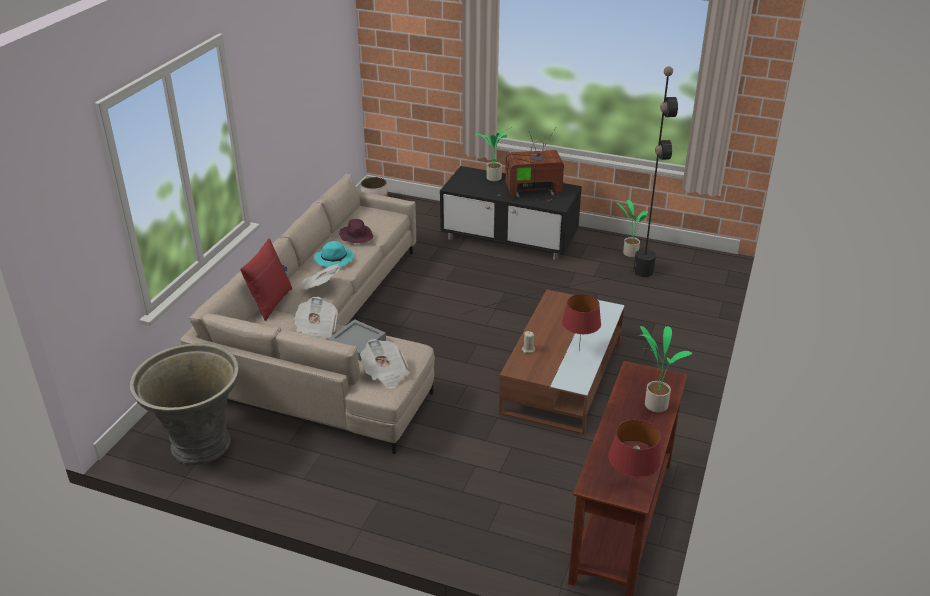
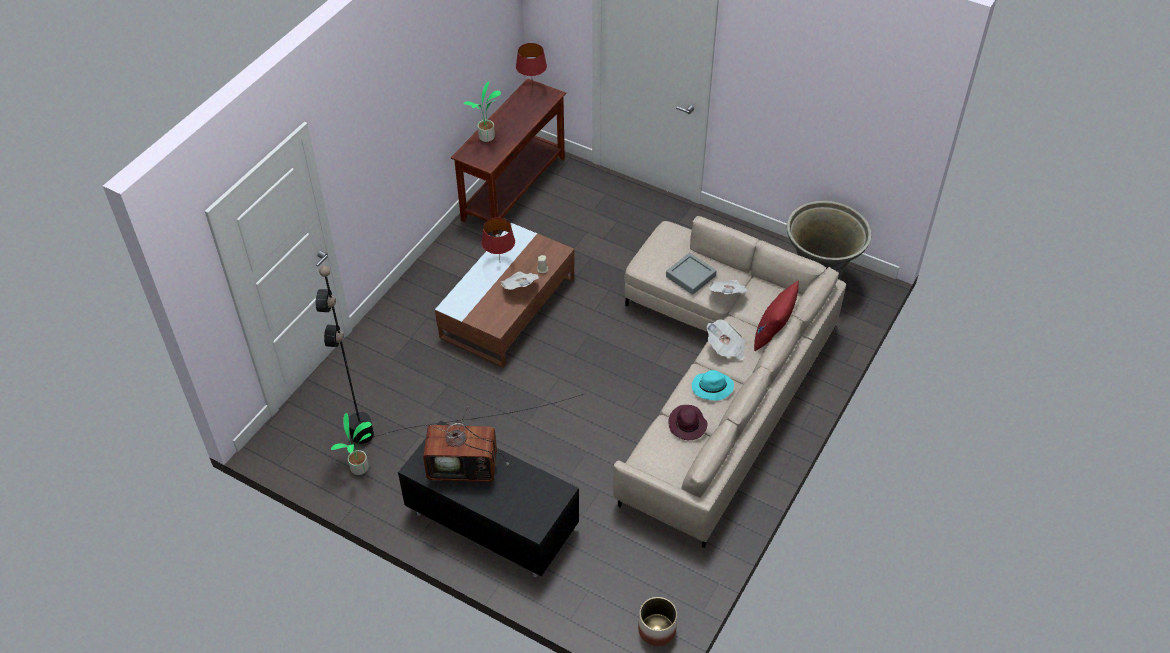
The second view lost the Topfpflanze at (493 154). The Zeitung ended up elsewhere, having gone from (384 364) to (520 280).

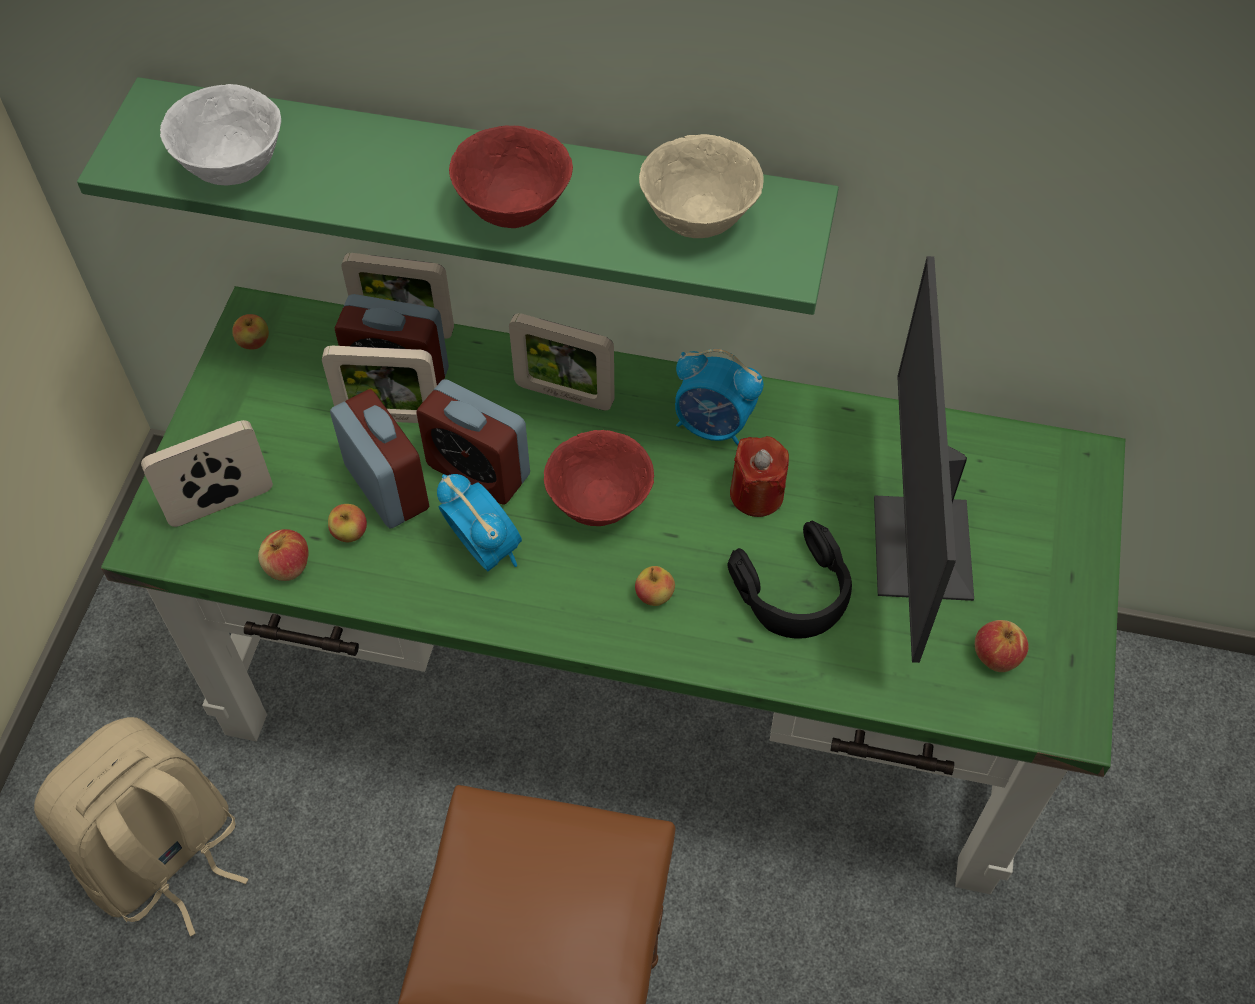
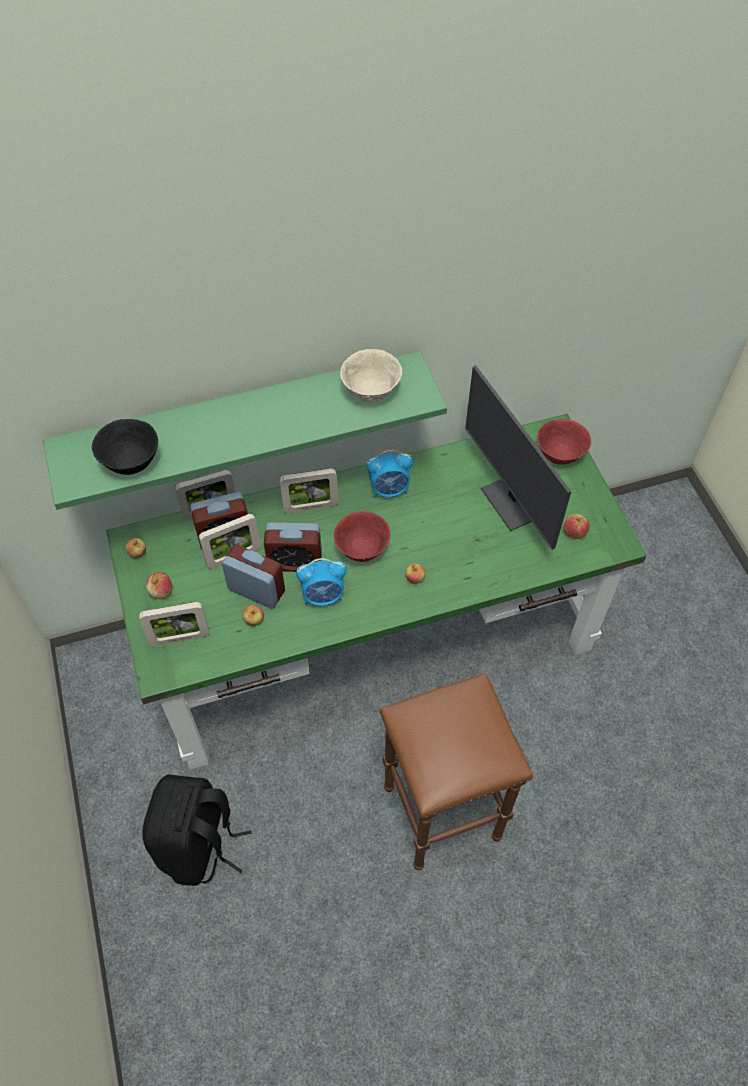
What was the Schüssel (weiß) at (220 134) turned into the Schüssel (schwarz) at (125 447). The Schüssel (rot) ended up elsewhere, having gone from (511 177) to (564 442). The Bilderrahmen at (207 473) ended up facing another way, 135 degrees counterclockwise from before. The second view lost the Kerze (rot) at (759 476). The Wecker at (479 522) ended up facing another way, 150 degrees clockwise from before. The second view lost the Kopfhörer (schwarz) at (789 580). The Apfel ended up elsewhere, having gone from (283 555) to (159 585). What was the Rucksack (beige) at (141 827) turned into the Rucksack (schwarz) at (197 830).

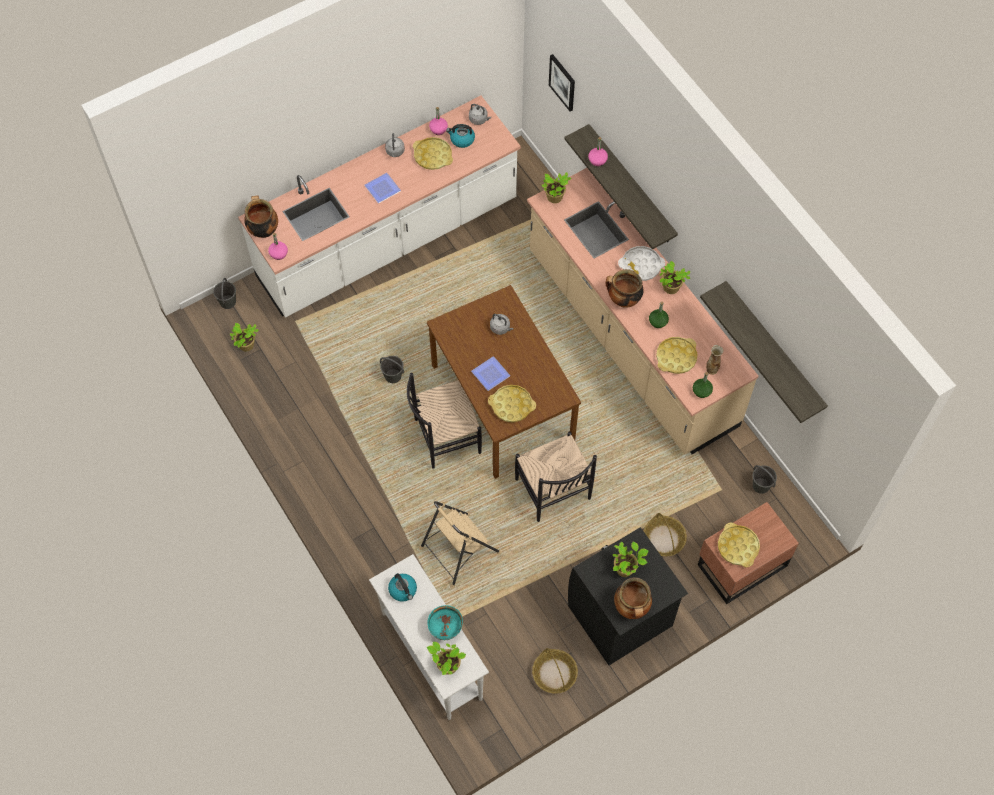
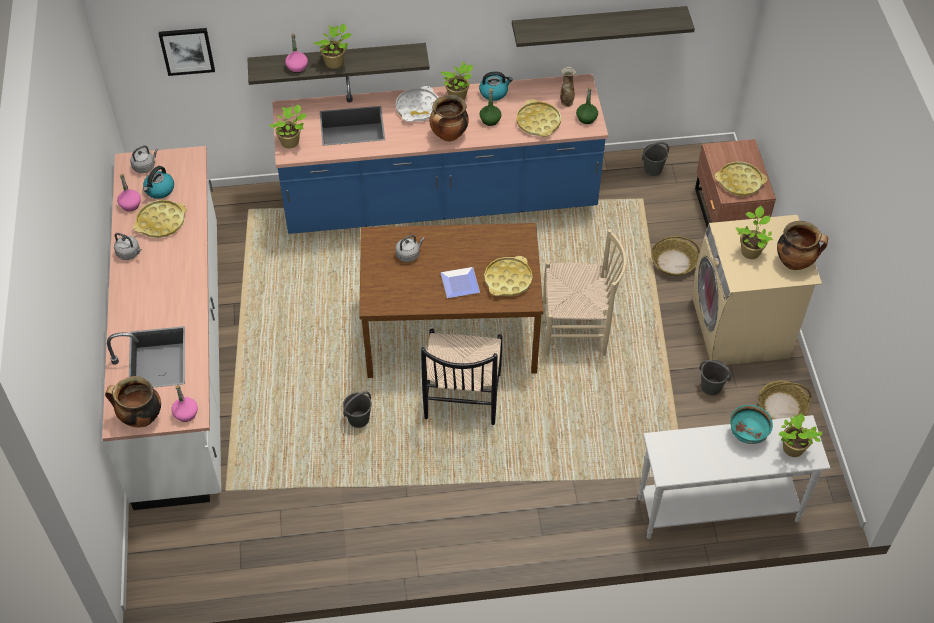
What was the Küchenzeile (beige) at (643 311) turned into the Küchenzeile (blau) at (440 154). The second view lost the Teller at (382 188). The Eimer (grau) ended up elsewhere, having gone from (224 293) to (715 377). The Topfpflanze ended up elsewhere, having gone from (244 337) to (332 46). What was the Stuhl (schwarz) at (556 477) turned into the Stuhl (beige) at (584 292). The second view lost the Trittleiter (beige) at (460 545). What was the Waschmaschine (schwarz) at (628 596) turned into the Waschmaschine (beige) at (757 290). The Wasserkessel ended up elsewhere, having gone from (402 587) to (496 86).

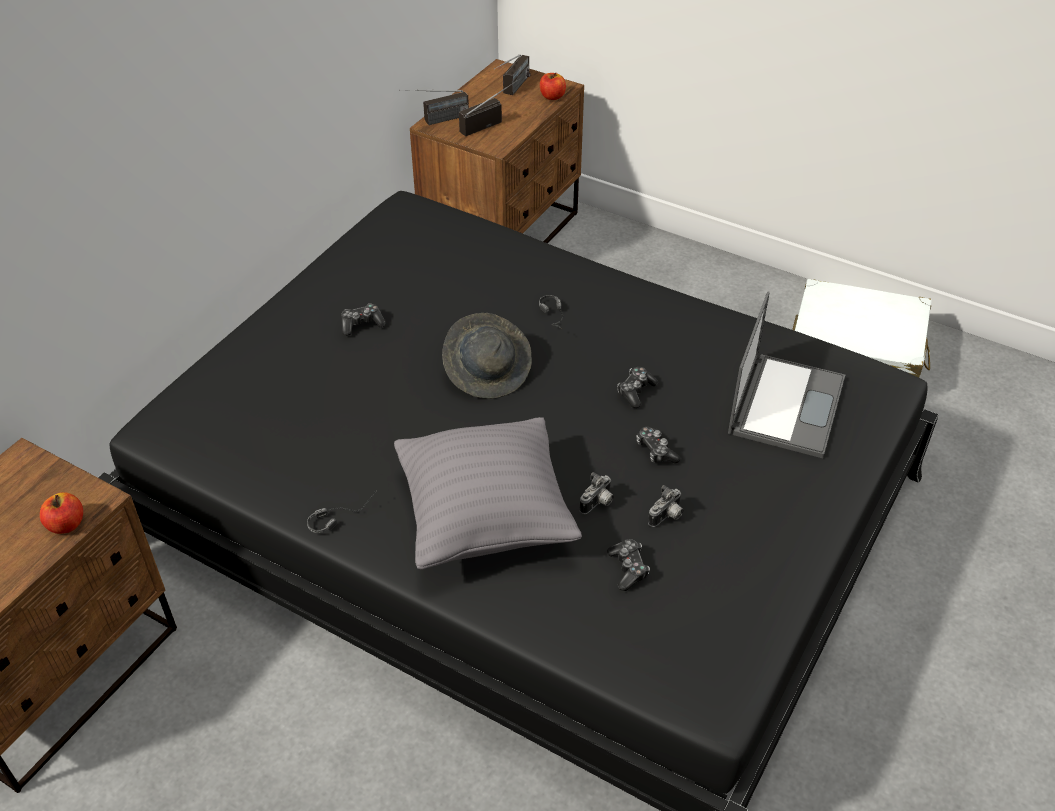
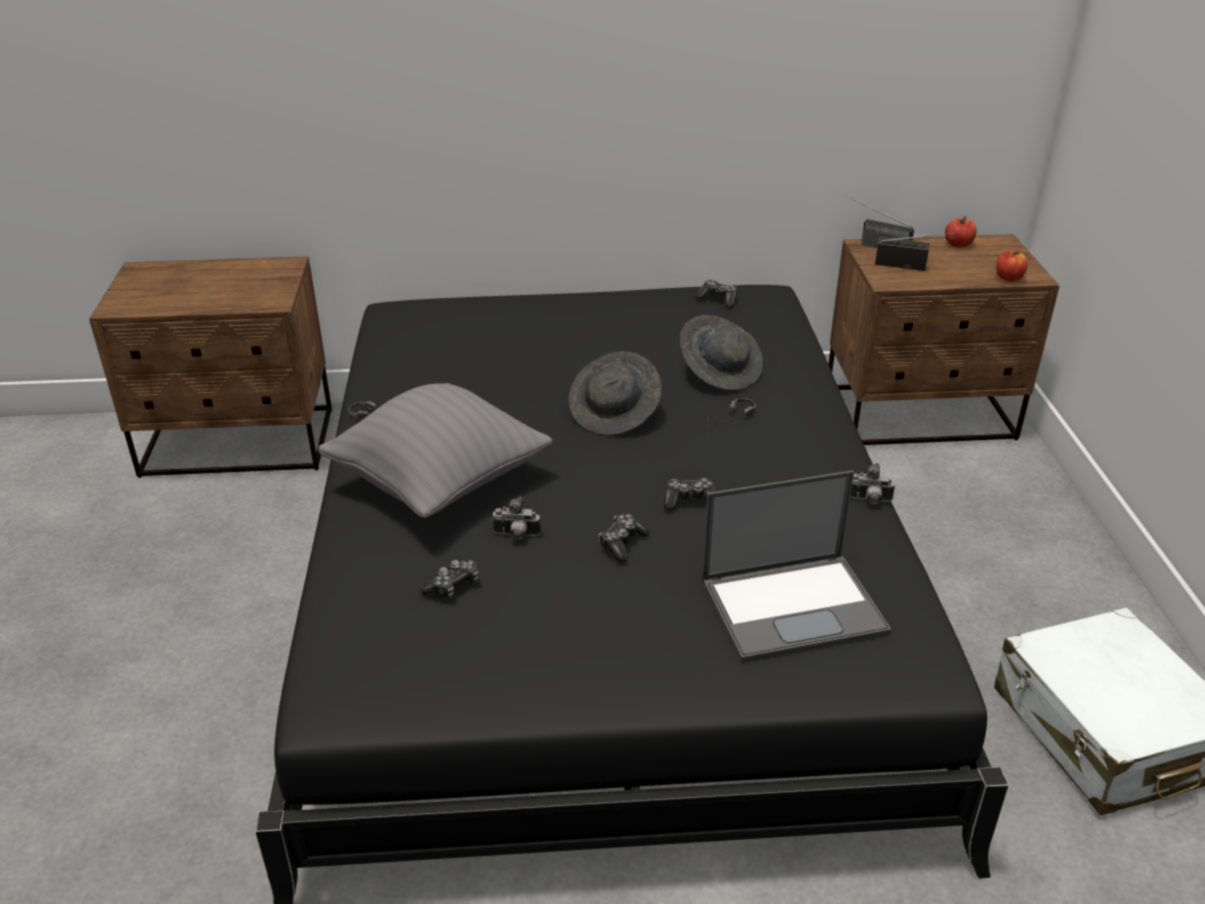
The second view lost the Radio at (512 74). The Gamepad ended up elsewhere, having gone from (363 319) to (716 294). The Kamera ended up elsewhere, having gone from (666 506) to (872 483). The Apfel ended up elsewhere, having gone from (61 513) to (961 232). The second view gained the Hut (grau) at (721 352).

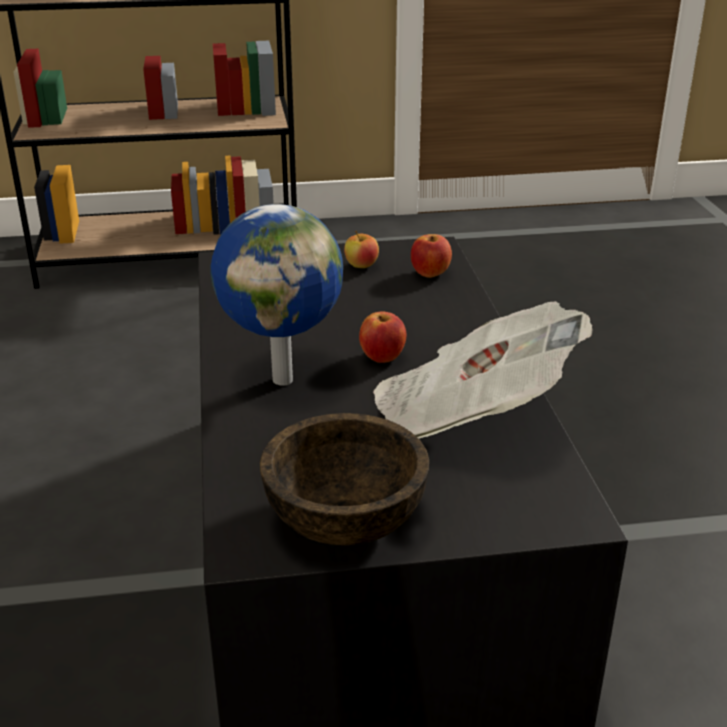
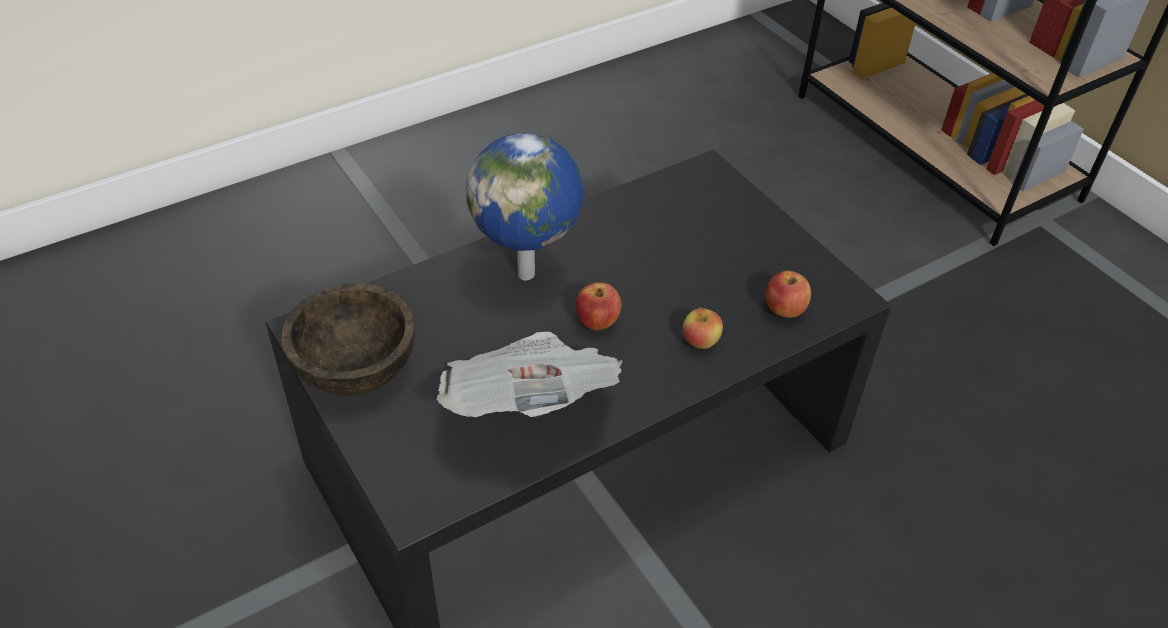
The Apfel ended up elsewhere, having gone from (361 249) to (703 328).

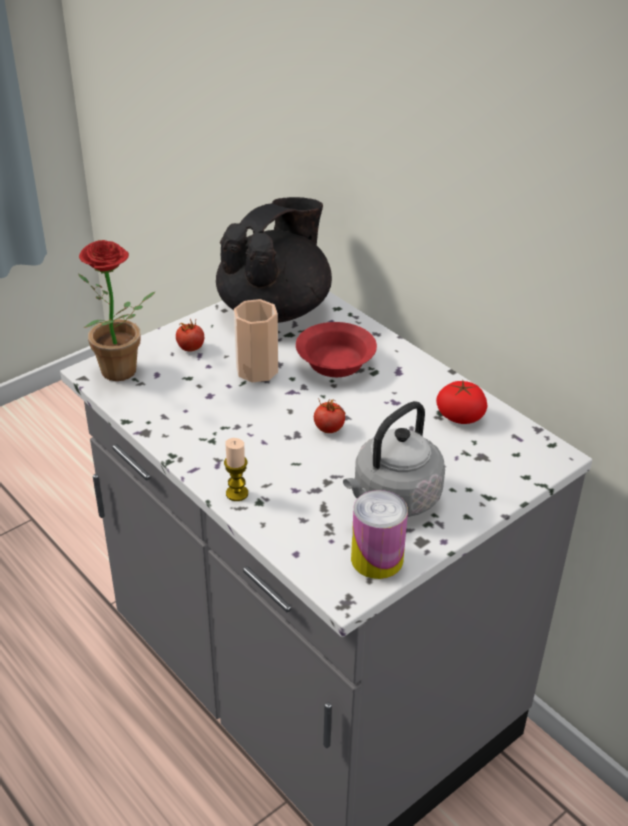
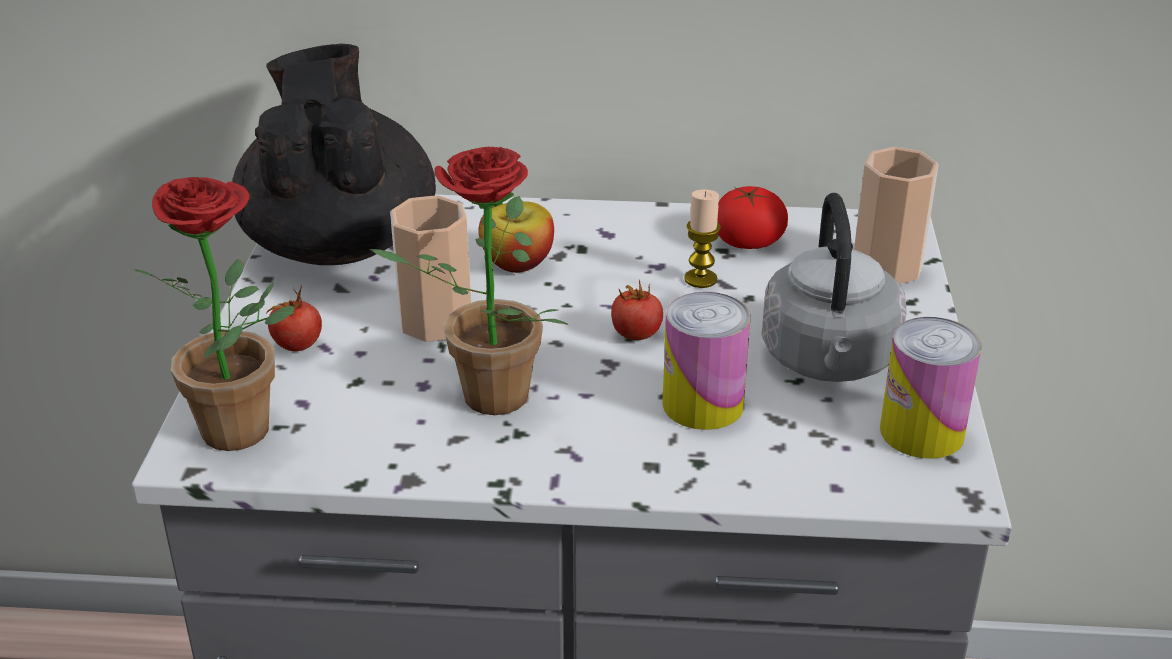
Where the Schüssel (rot) stood at (336 349), the Apfel came to stand at (516 237). The Kerze ended up elsewhere, having gone from (236 469) to (702 239). The second view gained the Topfpflanze at (469 280). The second view gained the Tasse at (896 215). The second view gained the Dose at (707 361).

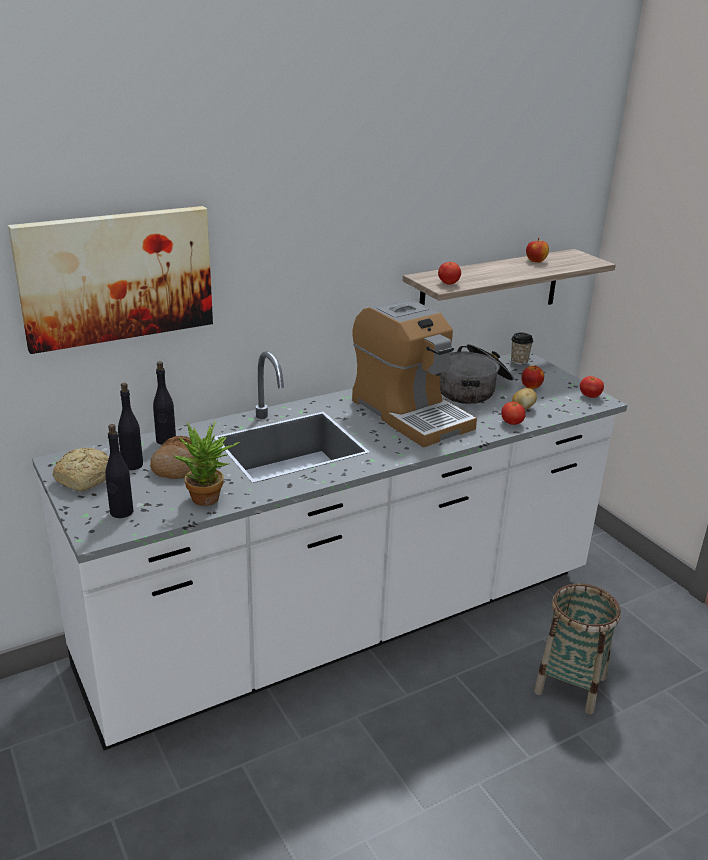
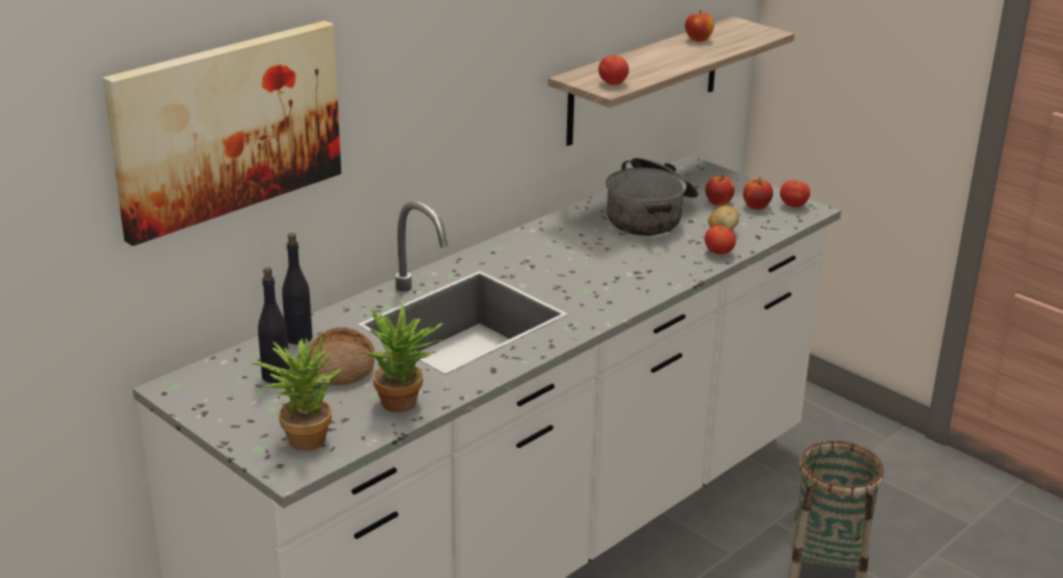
The second view lost the Kaffeemaschine at (414 372). The second view lost the Tasse at (522 348). Where the Flasche (schwarz) stood at (119 471), the Topfpflanze came to stand at (296 390). The second view lost the Brot at (80 470). The second view gained the Apfel at (758 193).

